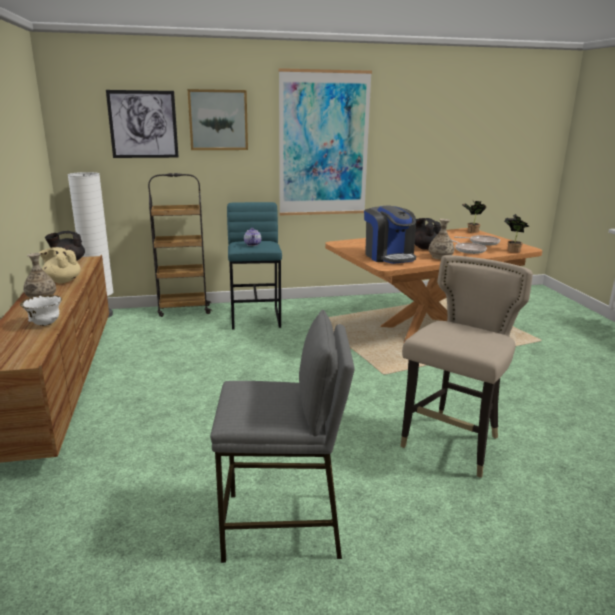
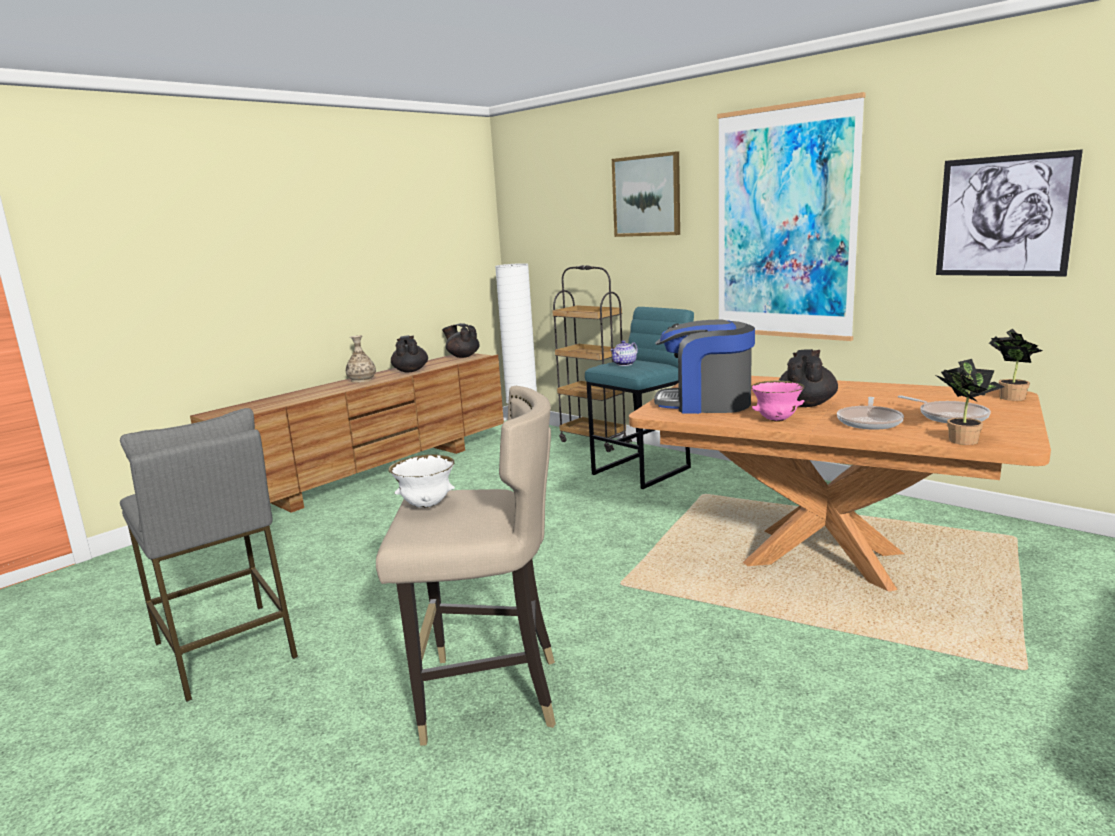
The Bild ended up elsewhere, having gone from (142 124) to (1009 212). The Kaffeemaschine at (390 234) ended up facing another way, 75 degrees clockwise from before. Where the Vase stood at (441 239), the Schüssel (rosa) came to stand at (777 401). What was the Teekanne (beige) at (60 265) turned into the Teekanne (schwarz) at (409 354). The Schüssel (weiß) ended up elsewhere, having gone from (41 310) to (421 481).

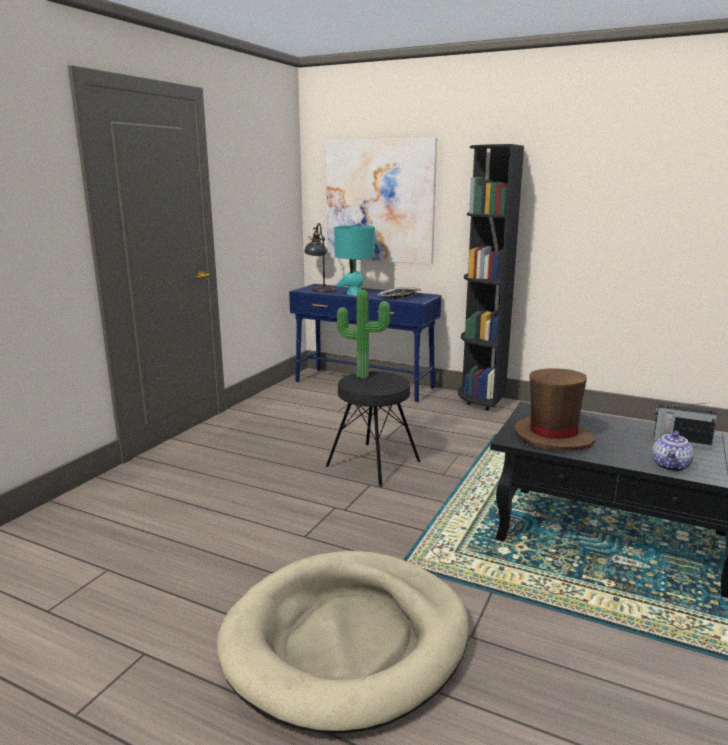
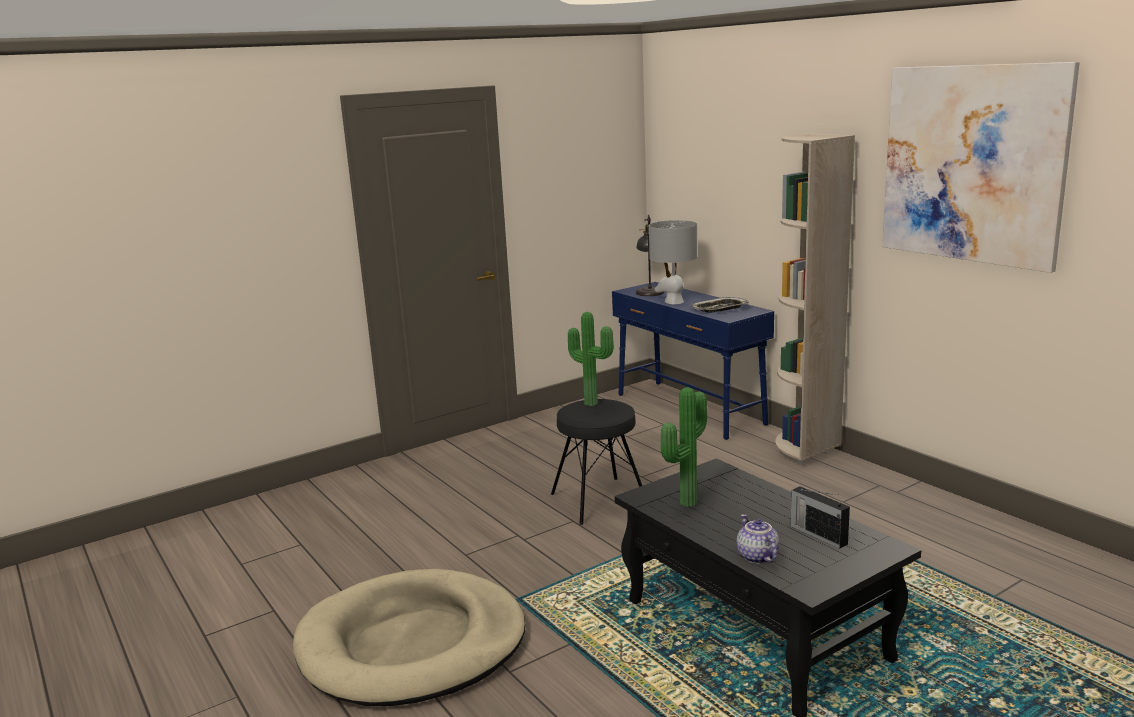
The Bild ended up elsewhere, having gone from (381 201) to (981 167). What was the Bücherregal (schwarz) at (491 277) turned into the Bücherregal (beige) at (815 298). What was the Tischlampe (türkis) at (354 261) turned into the Tischlampe (grau) at (673 262). Where the Hut (braun) stood at (554 409), the Topfpflanze came to stand at (684 447). The Teekanne at (673 451) ended up facing another way, 105 degrees clockwise from before.

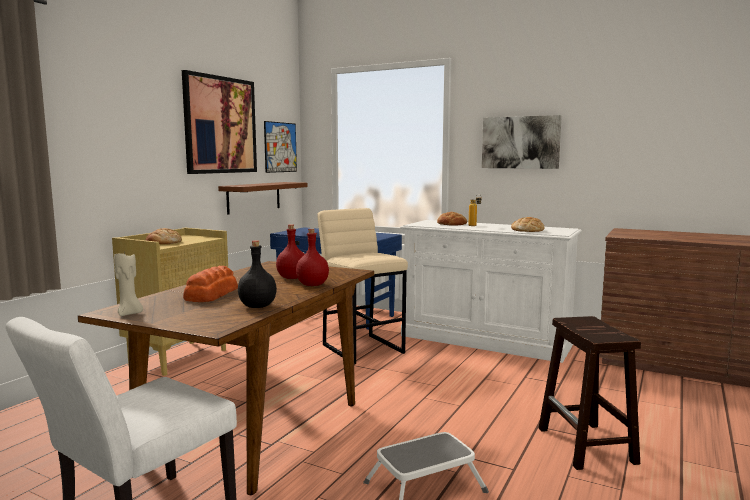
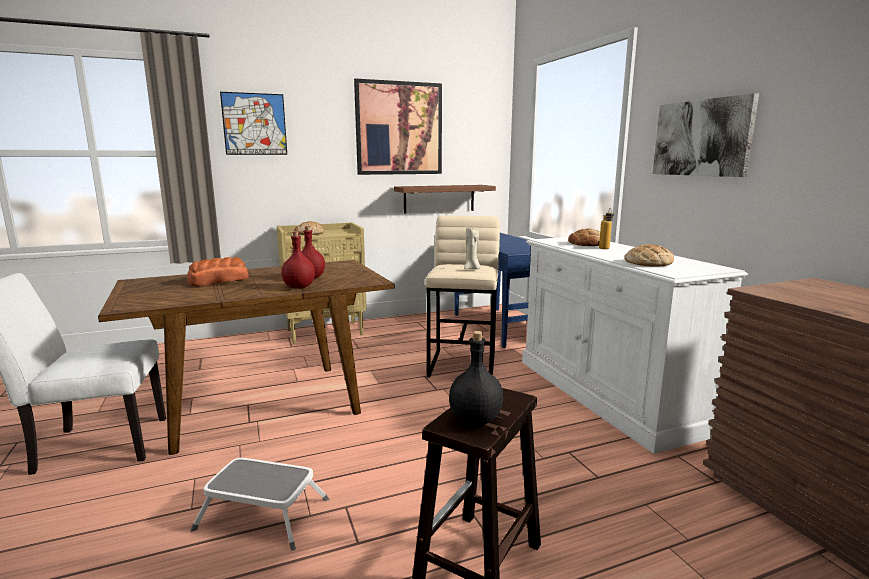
The Bild ended up elsewhere, having gone from (280 147) to (253 123). The Flasche (schwarz) ended up elsewhere, having gone from (257 274) to (476 378). The Kerze (beige) ended up elsewhere, having gone from (128 283) to (472 247).

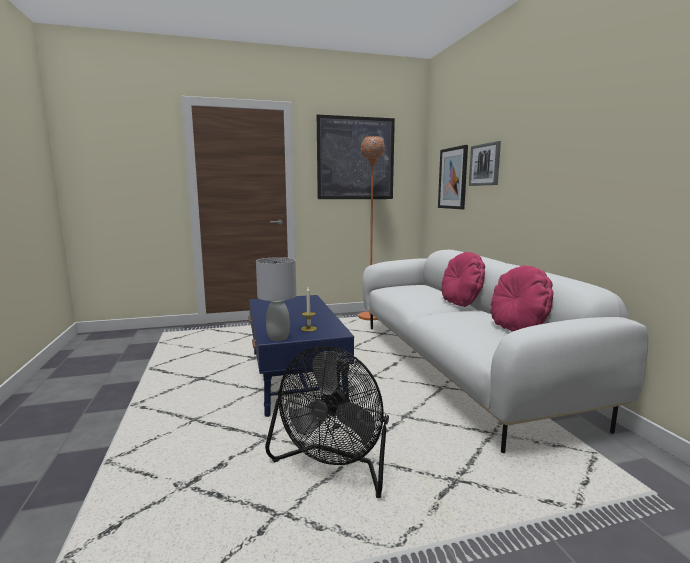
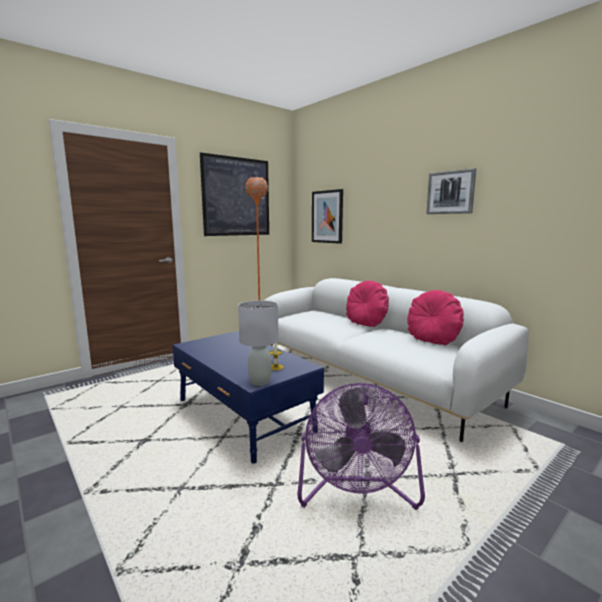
The Bild ended up elsewhere, having gone from (485 163) to (451 191). What was the Ventilator (schwarz) at (327 422) turned into the Ventilator (lila) at (361 446).

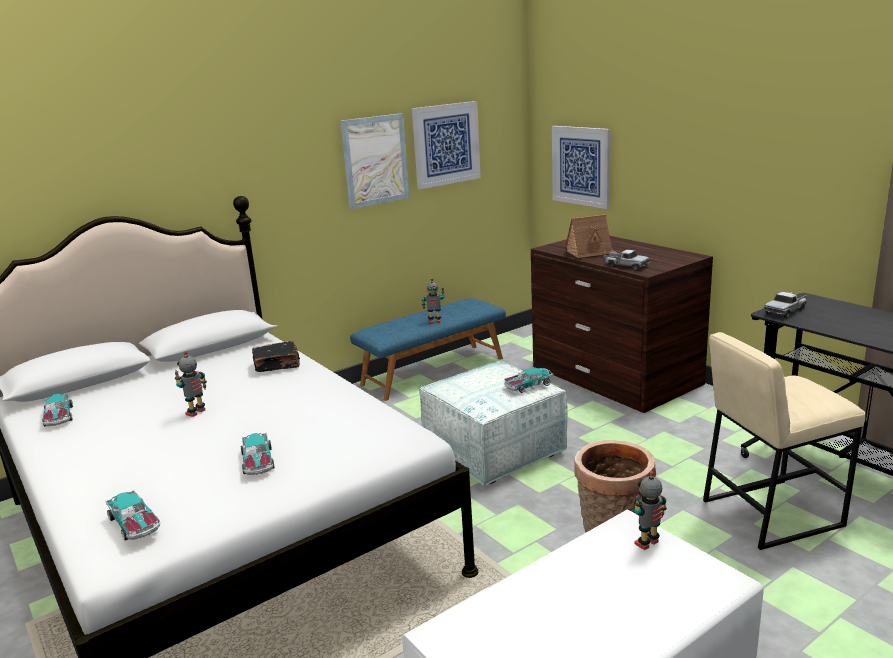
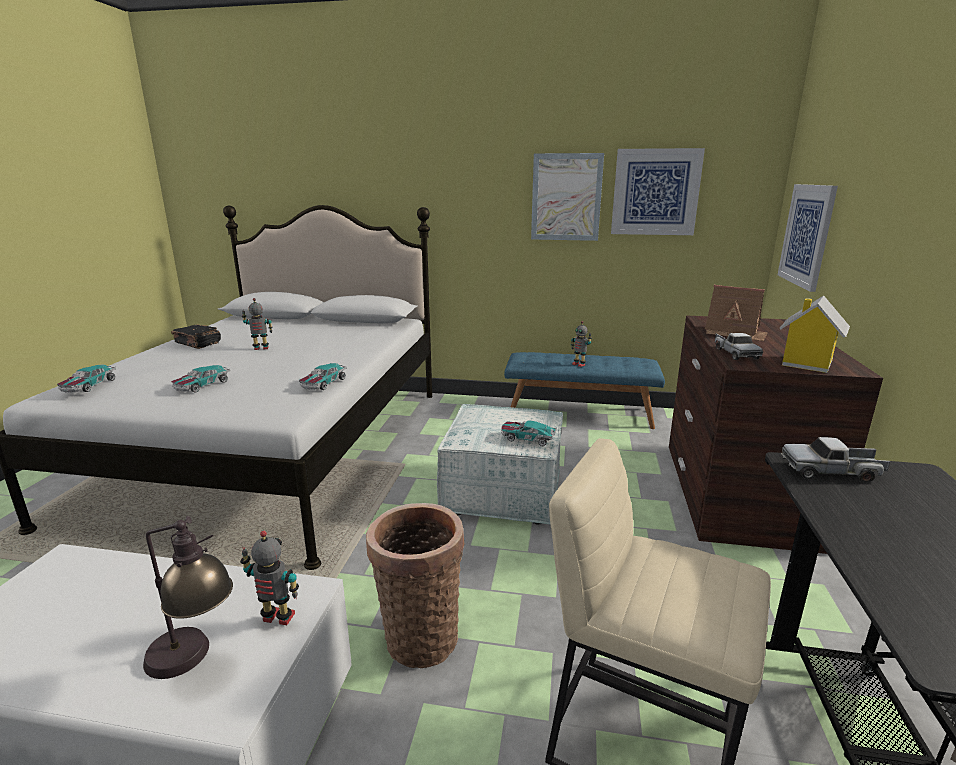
The Buch (schwarz) ended up elsewhere, having gone from (276 356) to (196 336). The Spielzeugauto ended up elsewhere, having gone from (57 410) to (323 376). The second view gained the Spielzeughaus at (815 334). The second view gained the Tischlampe at (188 597).

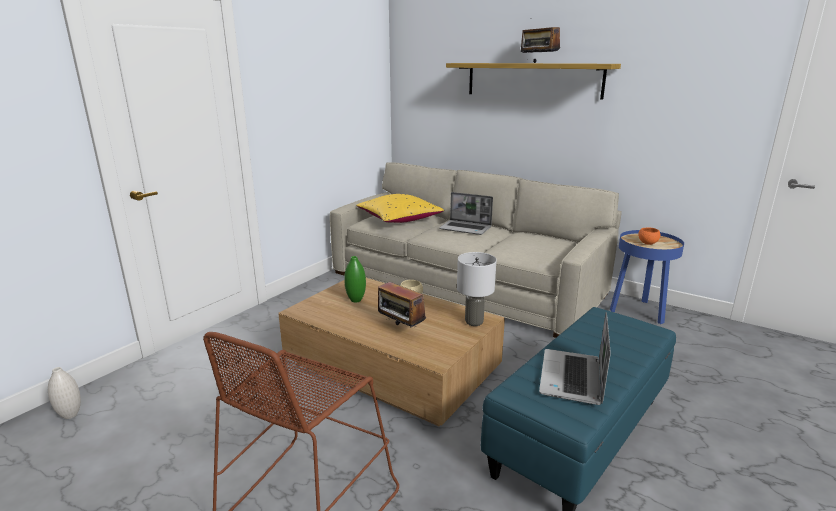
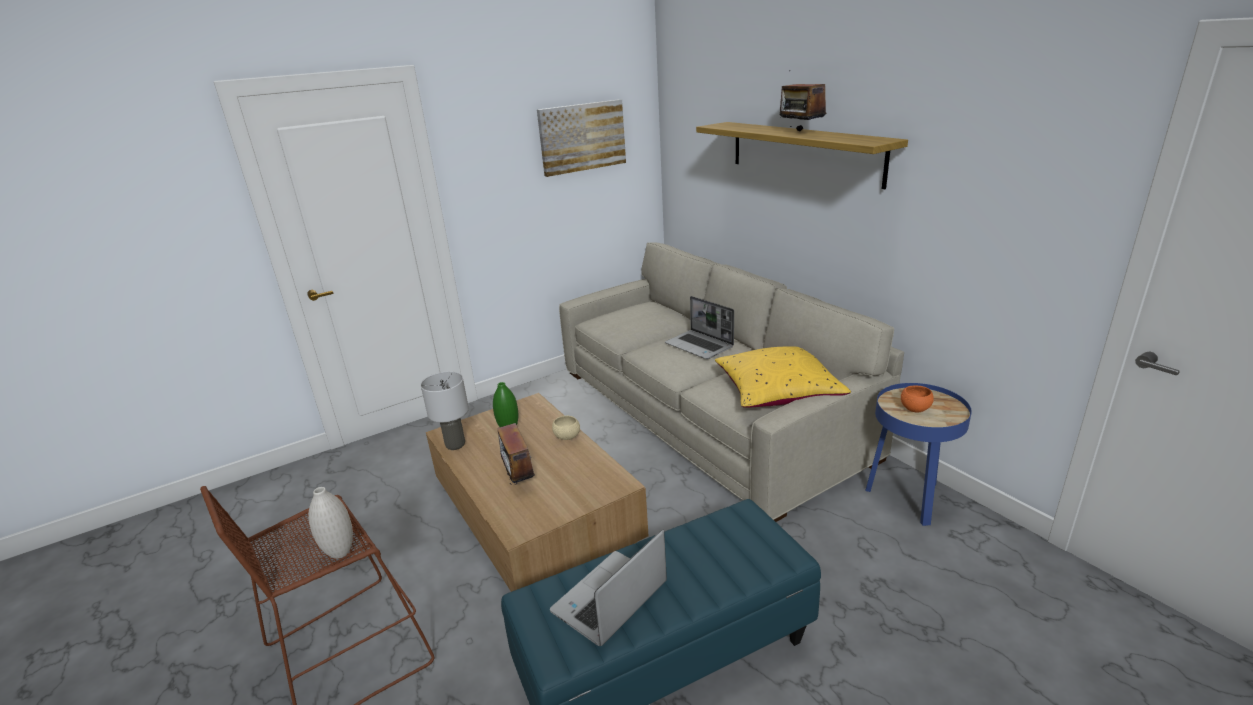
The Kissen (gelb) ended up elsewhere, having gone from (400 208) to (783 377). The Tischlampe (weiß) ended up elsewhere, having gone from (477 289) to (445 410). The Vase (weiß) ended up elsewhere, having gone from (64 393) to (331 523). The second view gained the Bild at (581 138).

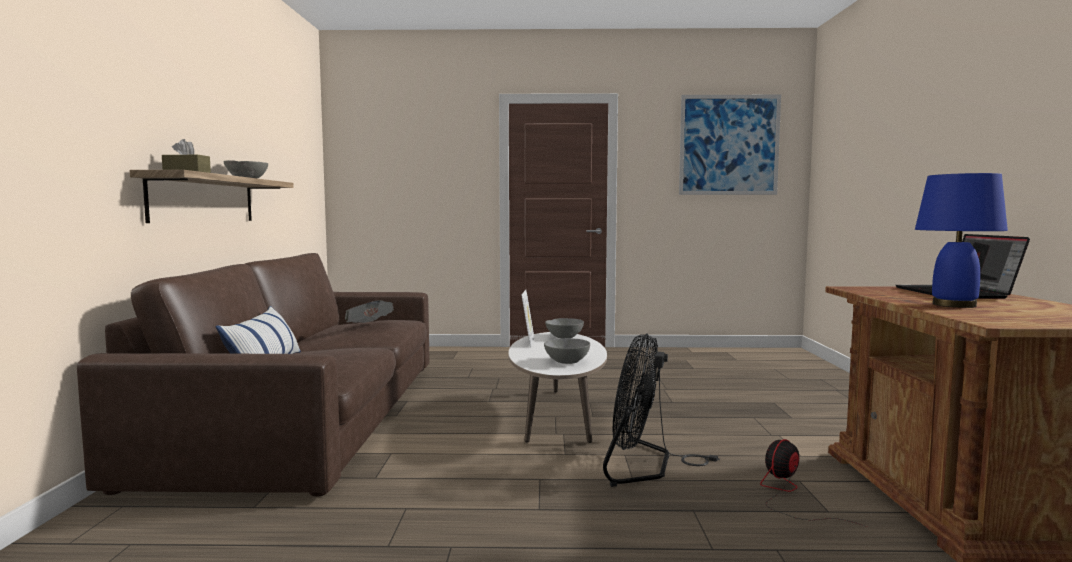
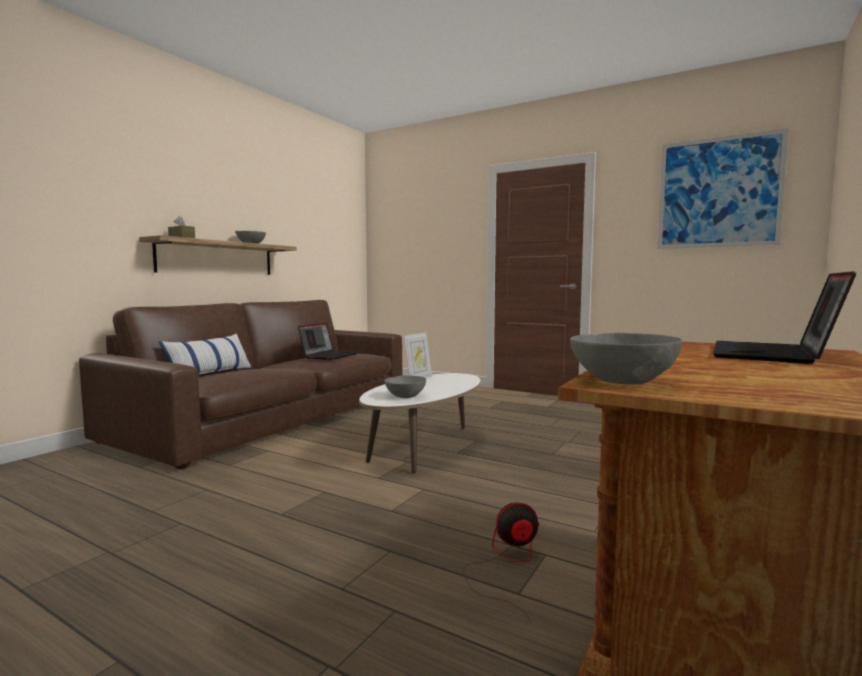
The second view lost the Tischlampe (blau) at (961 240). Where the Zeitung stood at (369 311), the Laptop came to stand at (328 341). The Schüssel (grau) ended up elsewhere, having gone from (564 328) to (626 359). The second view lost the Ventilator (schwarz) at (661 410).

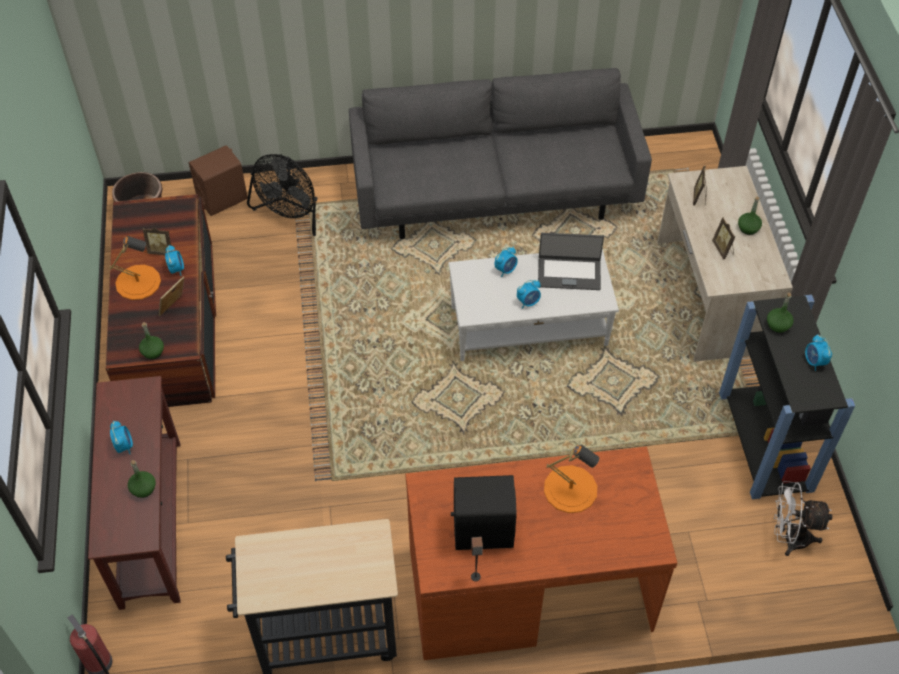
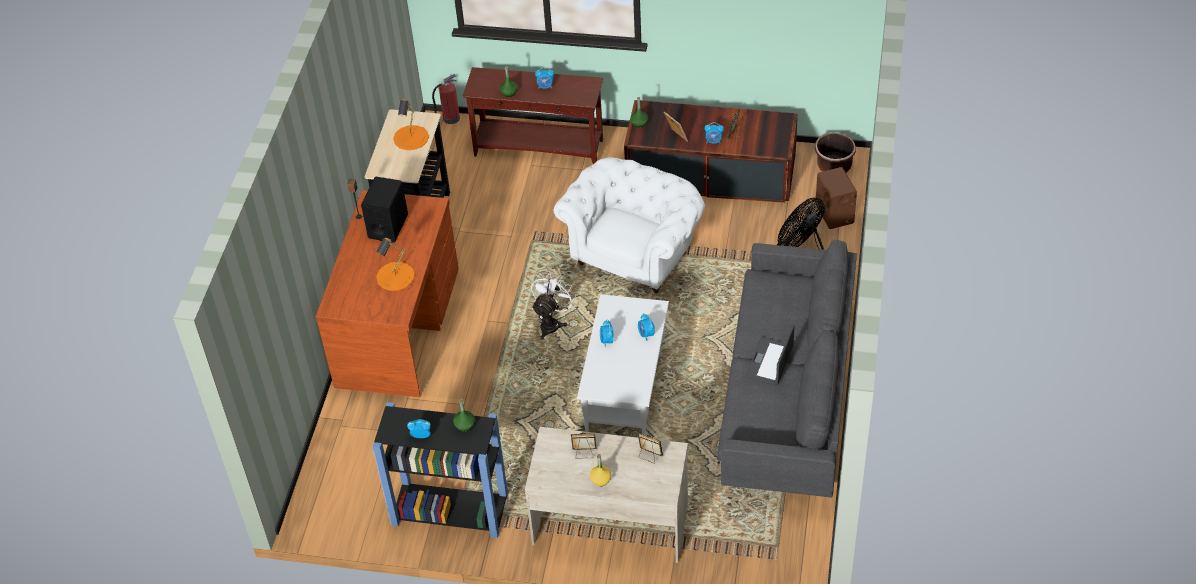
What was the Flasche (grün) at (750 216) turned into the Flasche (gelb) at (601 470). The Laptop ended up elsewhere, having gone from (571 261) to (770 355). The Tischlampe (orange) ended up elsewhere, having gone from (135 268) to (411 124). The Ventilator (weiß) ended up elsewhere, having gone from (803 518) to (553 305). The second view gained the Sessel (weiß) at (629 225).

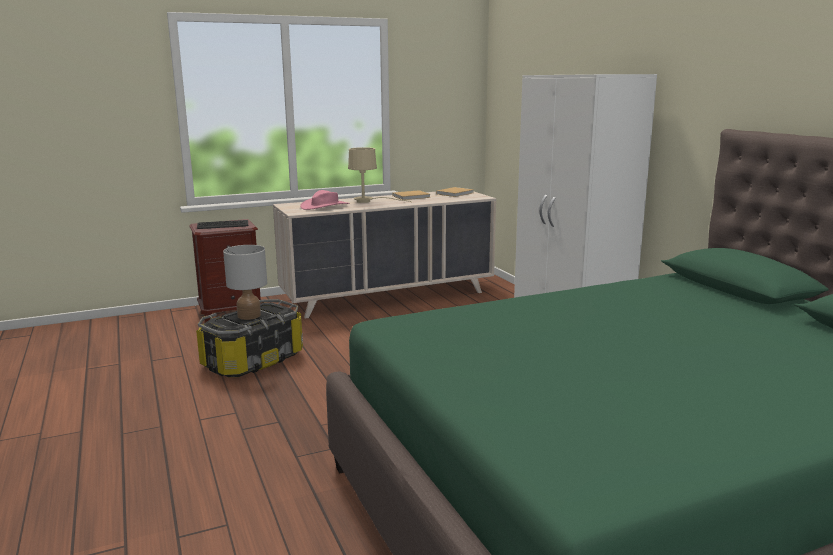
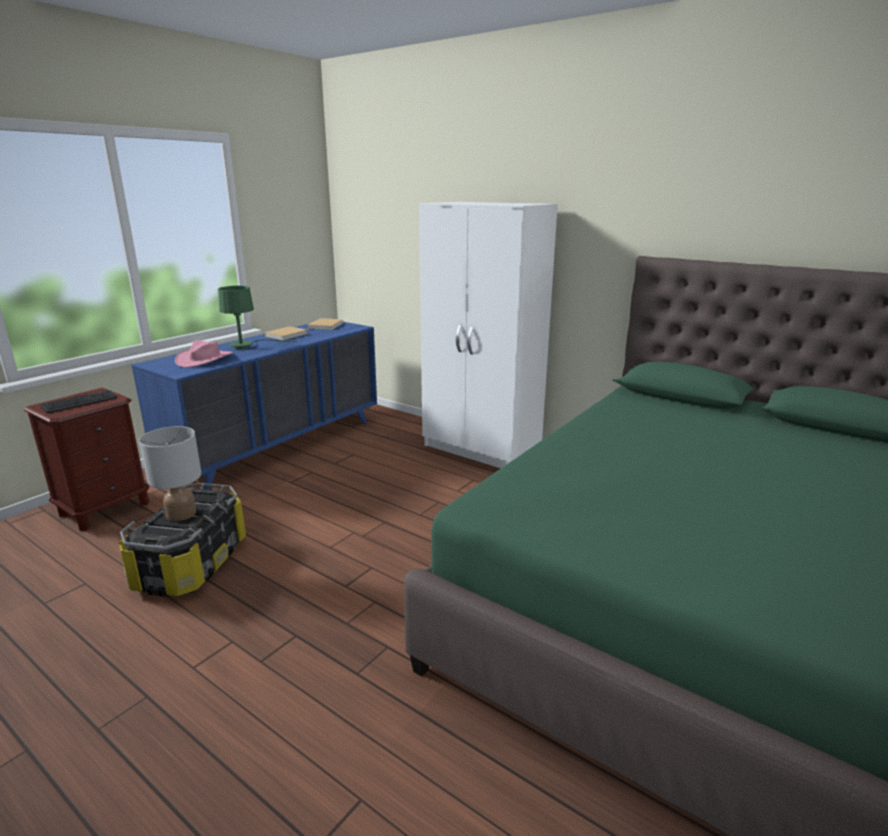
What was the Tischlampe (beige) at (380 175) turned into the Tischlampe (grün) at (259 317). What was the Kommode (beige) at (384 255) turned into the Kommode (blau) at (254 406).

